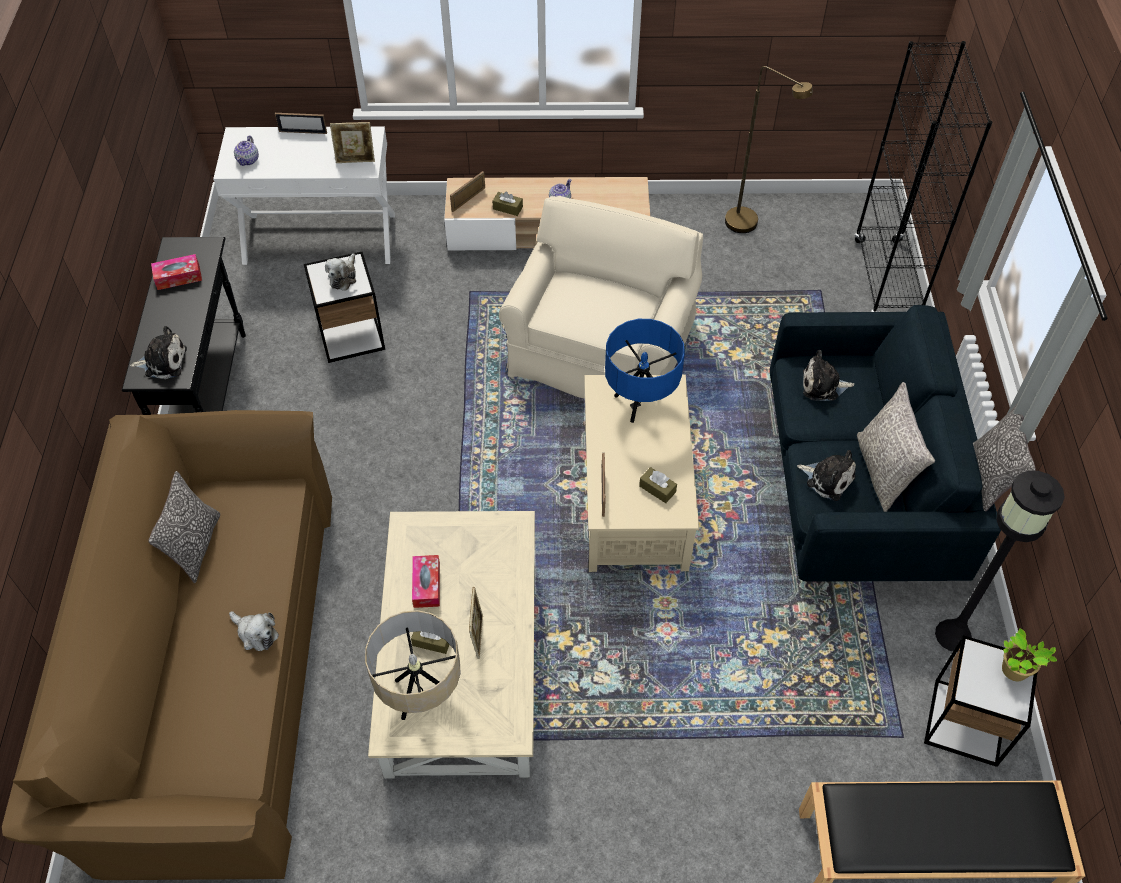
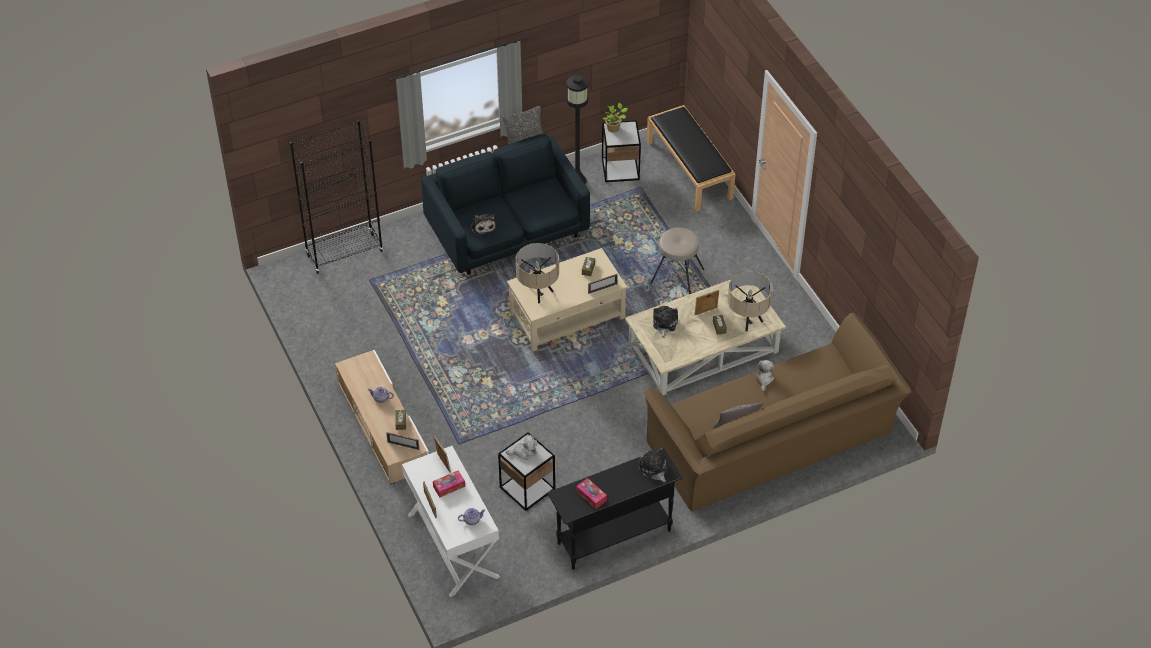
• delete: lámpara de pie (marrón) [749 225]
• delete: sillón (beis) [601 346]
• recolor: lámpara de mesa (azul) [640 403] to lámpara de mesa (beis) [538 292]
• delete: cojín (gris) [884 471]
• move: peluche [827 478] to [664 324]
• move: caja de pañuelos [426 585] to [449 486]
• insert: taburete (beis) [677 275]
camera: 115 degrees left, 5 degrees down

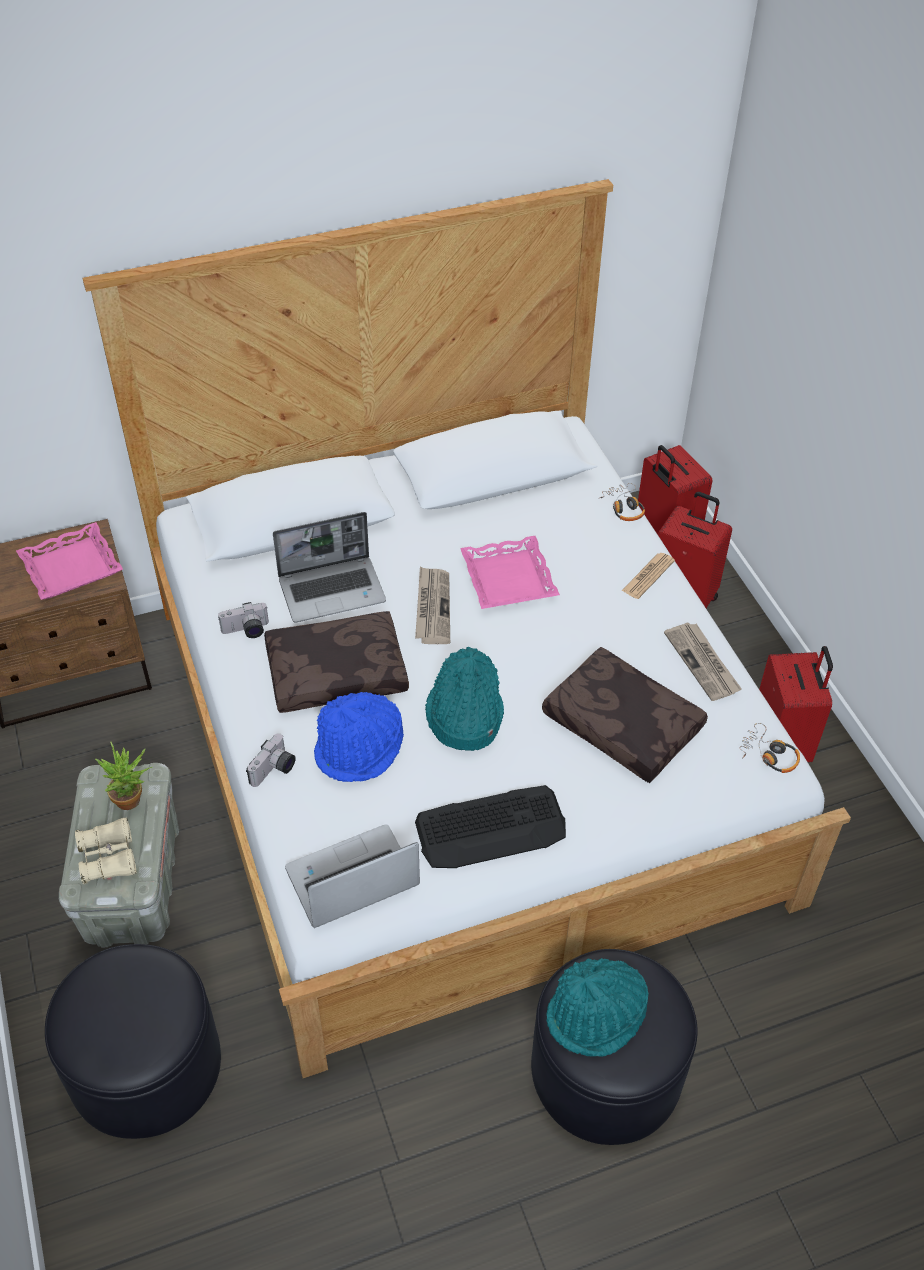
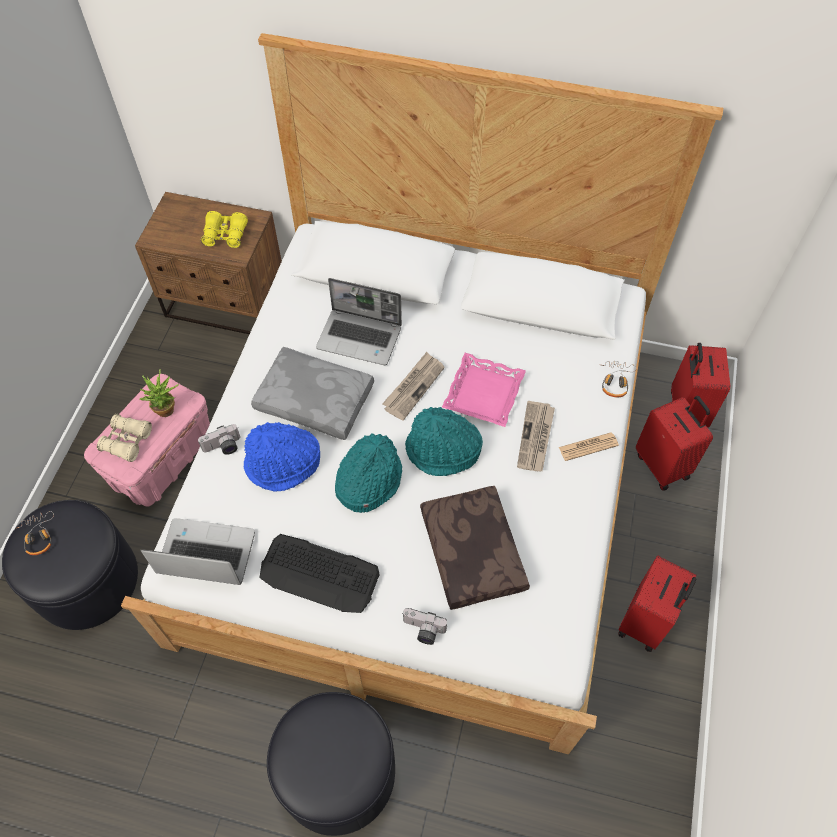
• replace: bandeja (rosa) [71 567] to prismáticos (amarillo) [225 235]
• move: cámara [246 631] to [423 631]
• recolor: cojín (marrón) [337 671] to cojín (gris) [316 399]
• move: periódico [703 663] to [535 438]
• move: auriculares [769 755] to [39 536]
• recolor: caja de almacenaje (gris) [132 881] to caja de almacenaje (rosa) [162 458]
• move: sombrero (turquesa) [596 1016] to [442 451]
camera: 35 degrees right, 10 degrees up

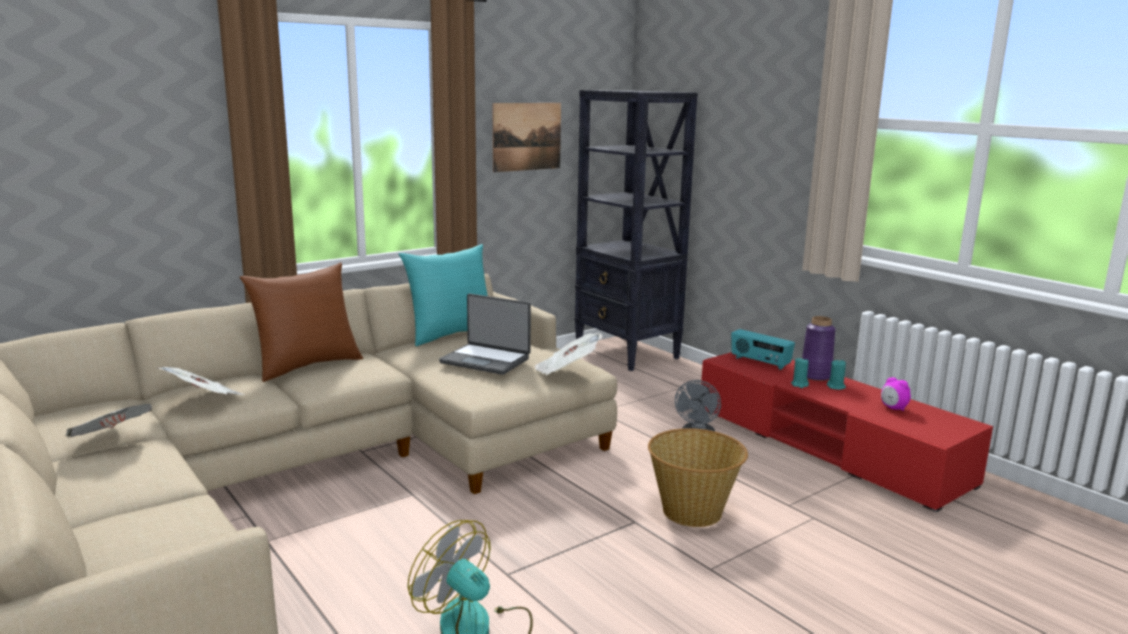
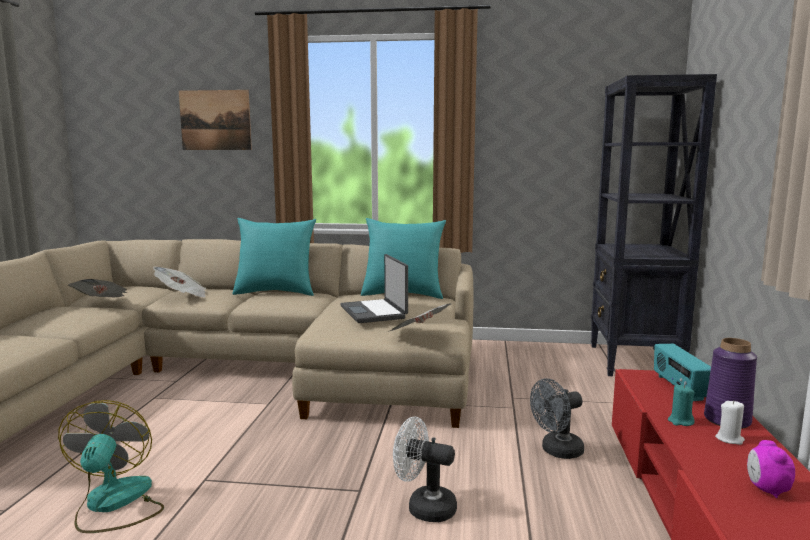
• move: cuadro [527 136] to [215 120]
• recolor: cojín (marrón) [307 366] to cojín (turquesa) [276 292]
• recolor: vela (turquesa) [836 387] to vela (blanco) [729 439]
• replace: cesta [693 511] to ventilador (blanco) [424 507]
camera: 45 degrees right, 5 degrees down

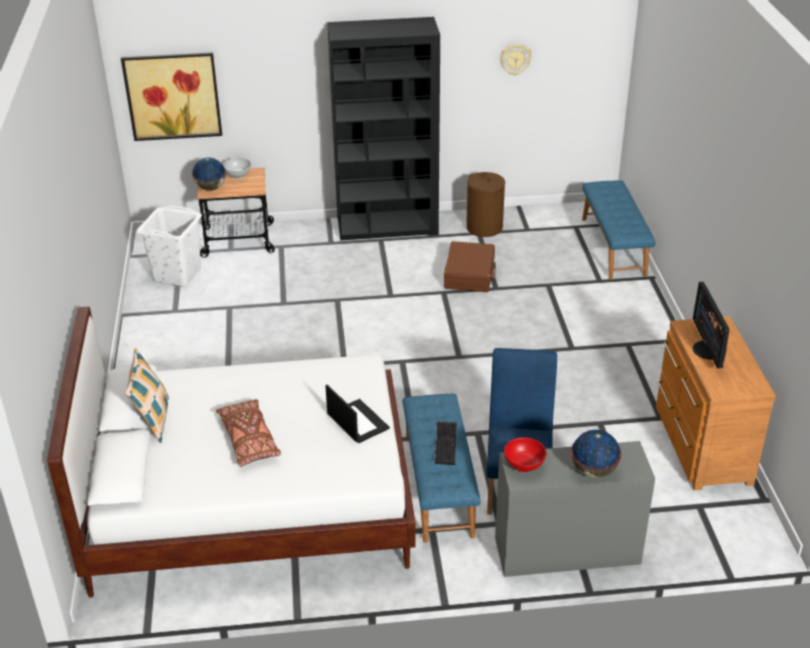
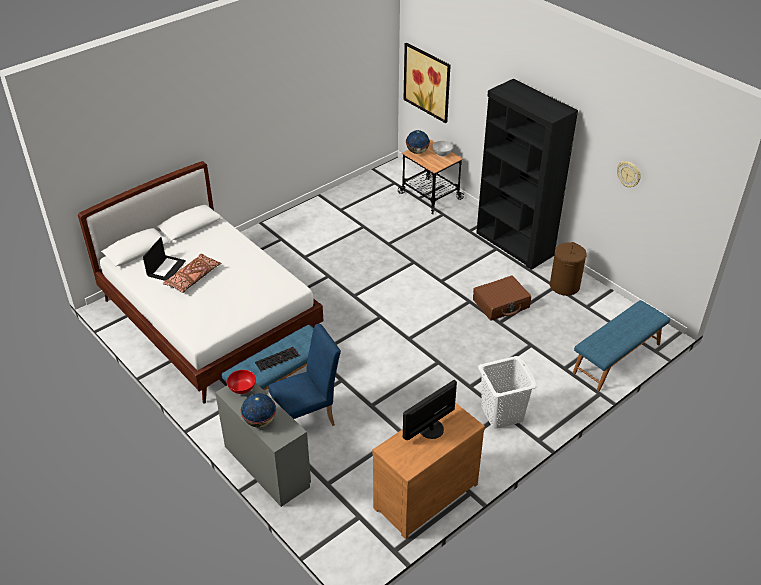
• move: cesto de la ropa (blanco) [177 274] to [502 414]
• delete: cojín [153 420]
• move: portátil [357 421] to [166 268]
camera: 55 degrees right, 5 degrees up

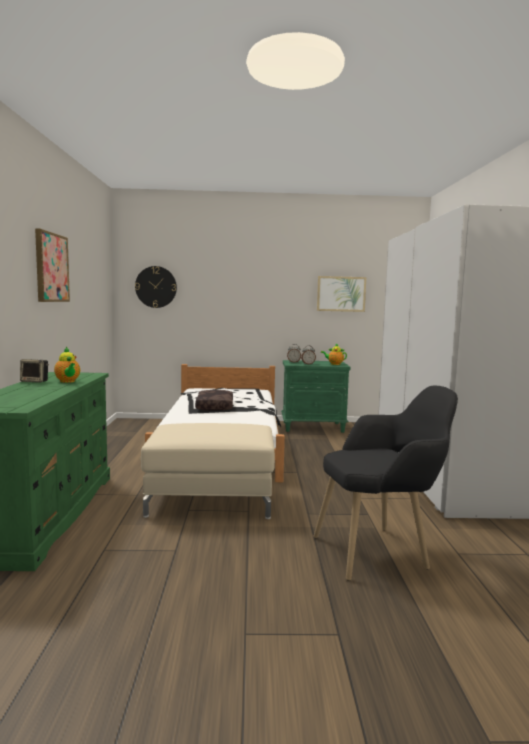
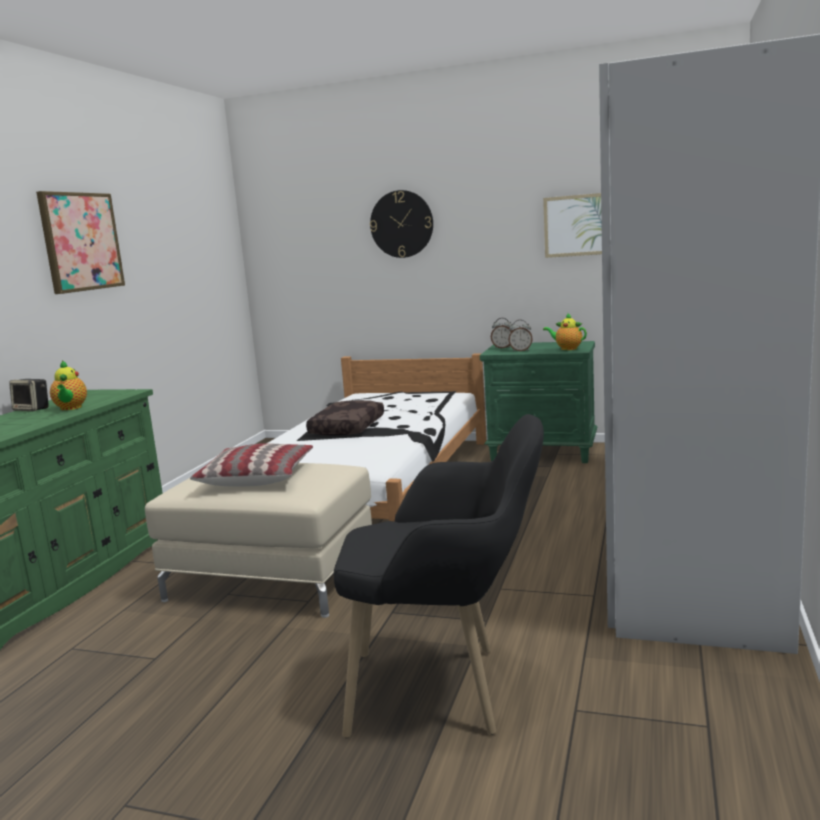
• move: reloj de pared [156 287] to [401 224]
• insert: cojín [257 477]
camera: 20 degrees right, 5 degrees up

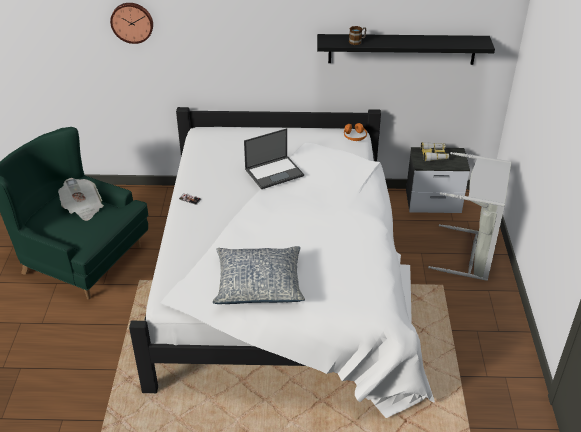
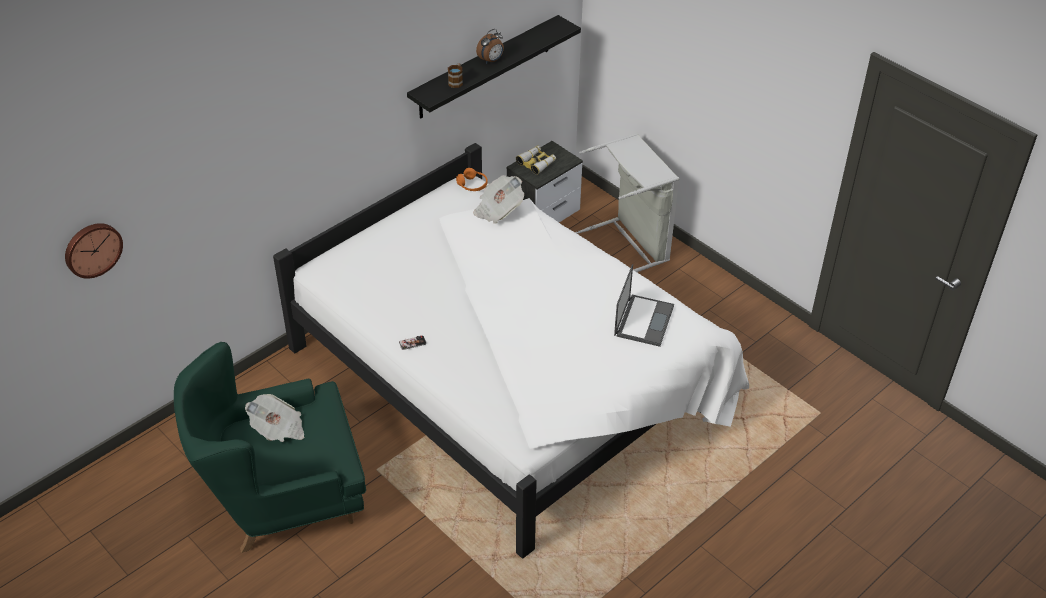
• move: reloj de pared [132 22] to [92 249]
• move: portátil [274 172] to [644 320]
• delete: cojín [259 284]
• insert: despertador [491 60]
• insert: periódico [498 209]
camera: 45 degrees left, 5 degrees up

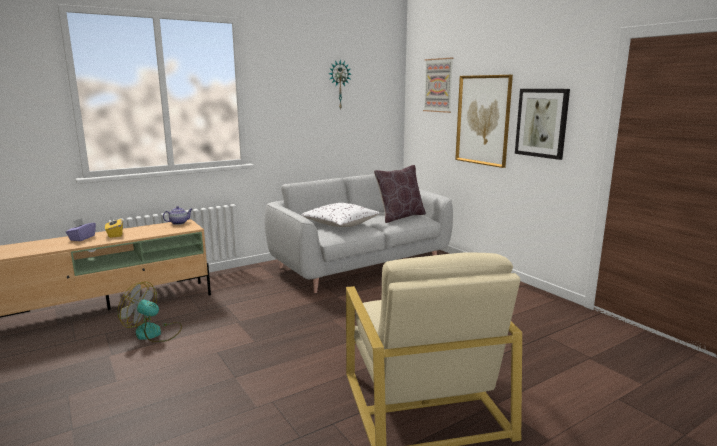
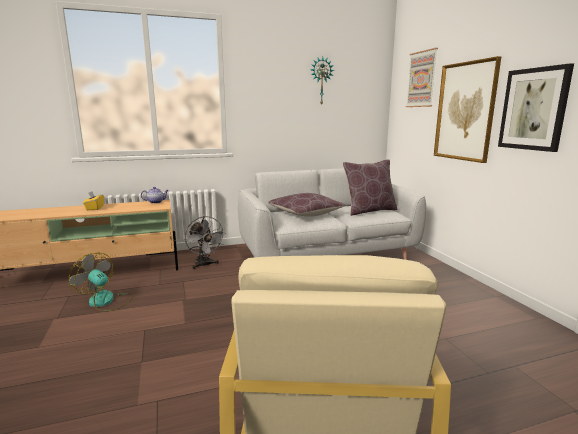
• recolor: cojín (blanco) [340 224] to cojín (marrón) [306 213]
• delete: caja de pañuelos (morado) [82 238]
• insert: ventilador (gris) [205 265]
camera: 15 degrees right, 0 degrees up

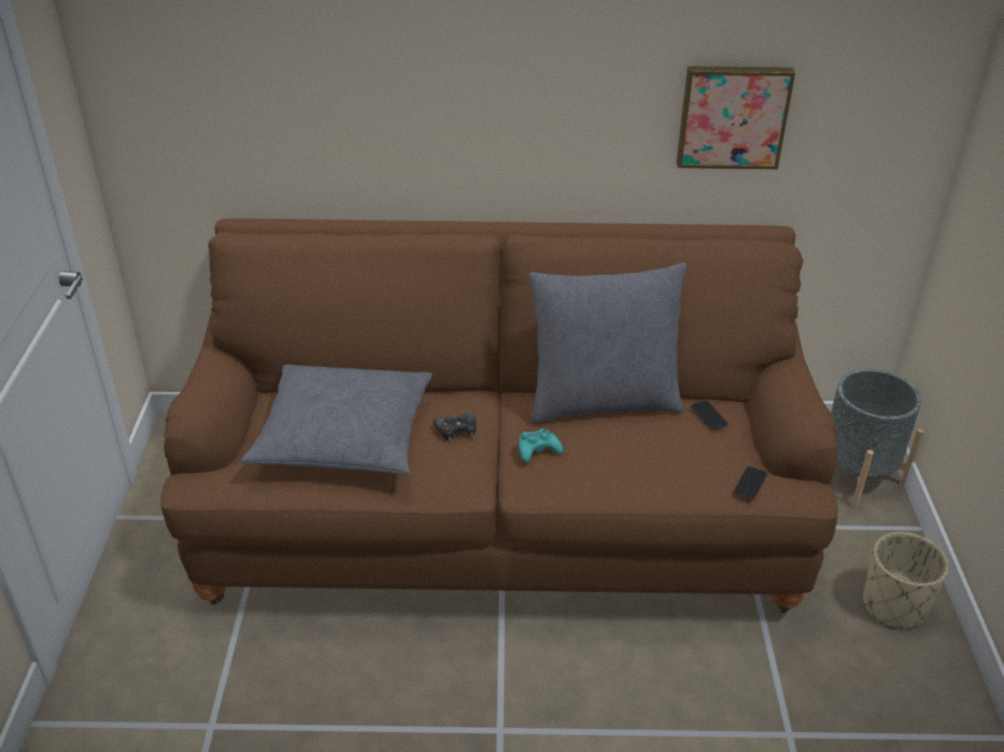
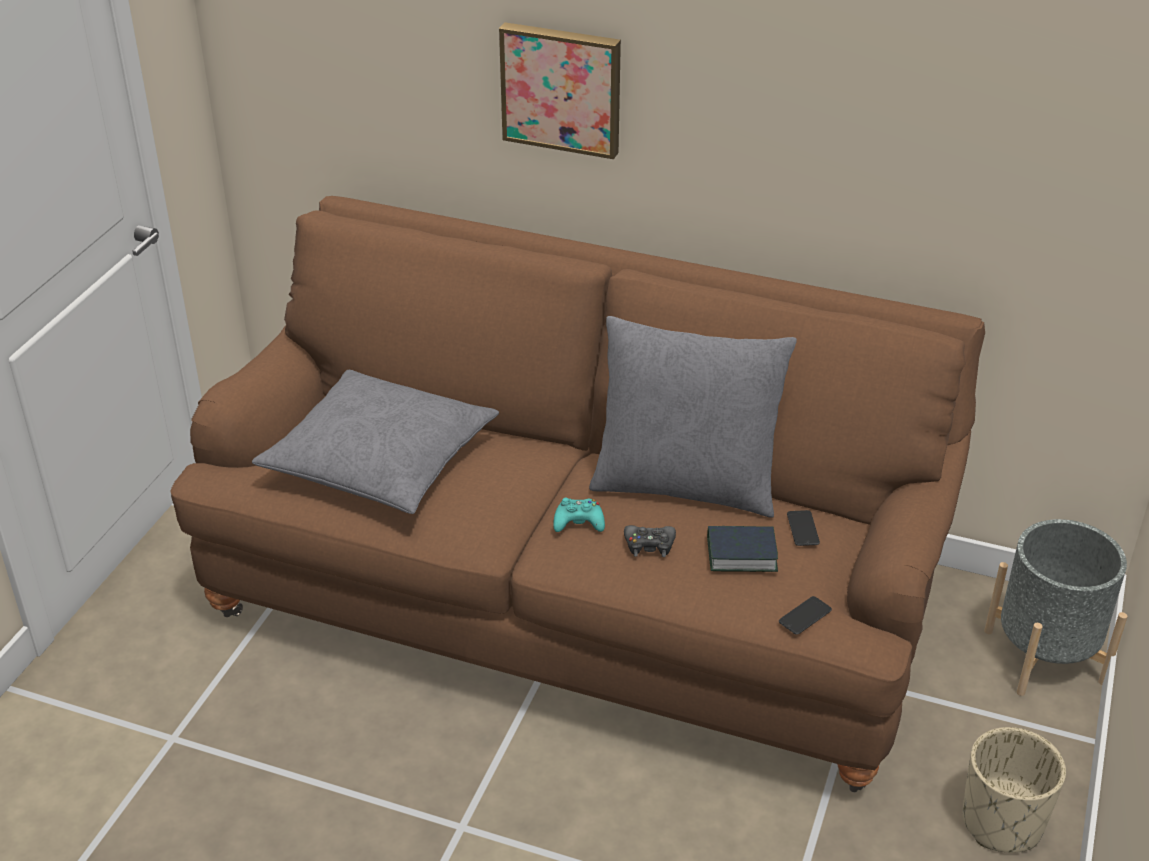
• move: cuadro [732 116] to [562 88]
• move: mando de consola (negro) [456 430] to [649 545]
• insert: libro [741 554]
camera: 20 degrees right, 0 degrees up

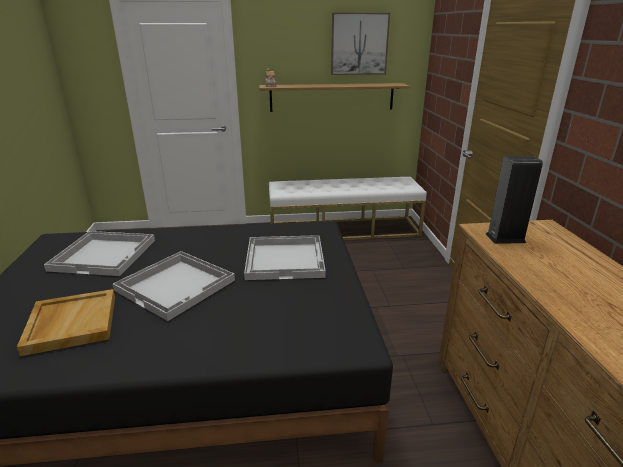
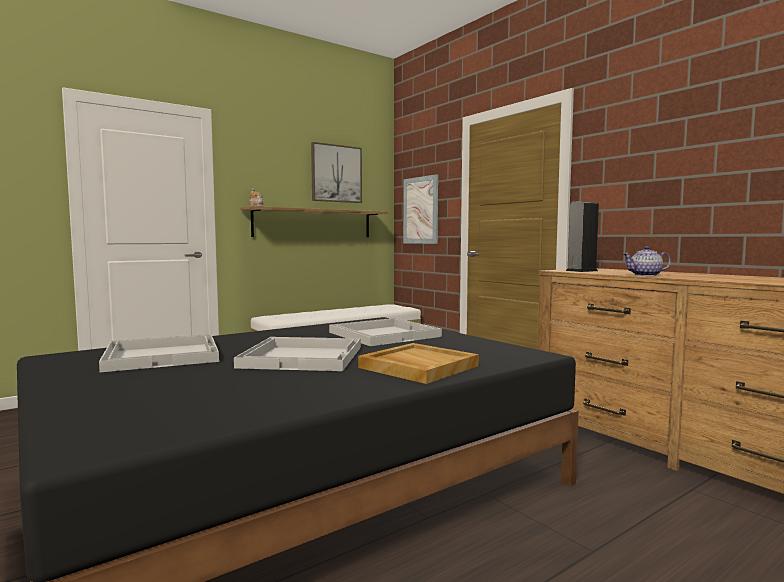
• move: bandeja (beis) [71 323] to [417 367]
• insert: cuadro [420 210]
• insert: tetera [646 275]
camera: 30 degrees left, 20 degrees down

